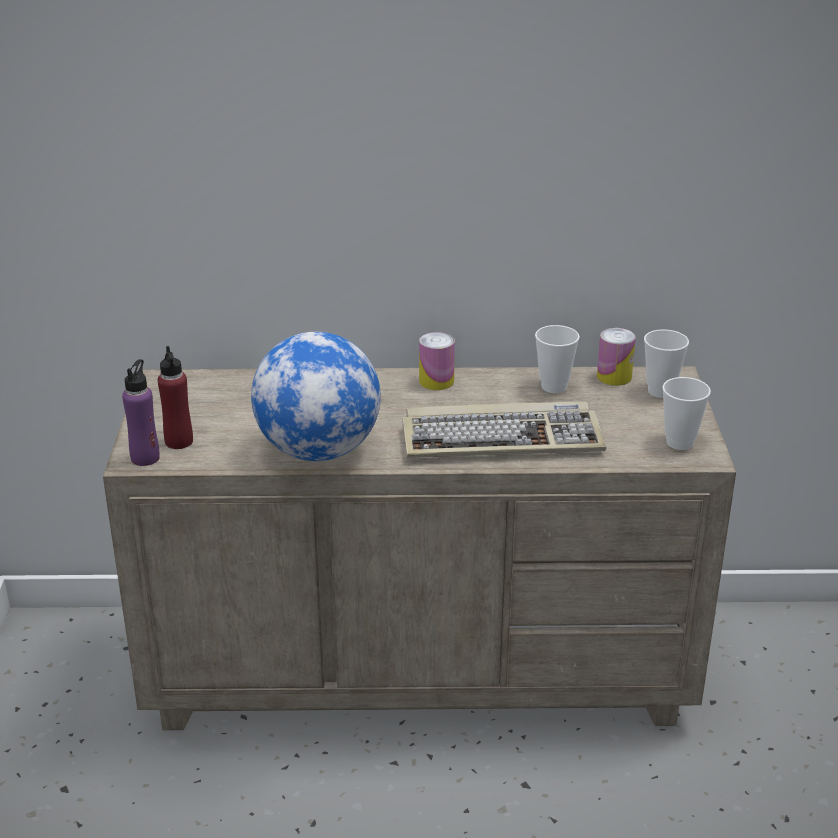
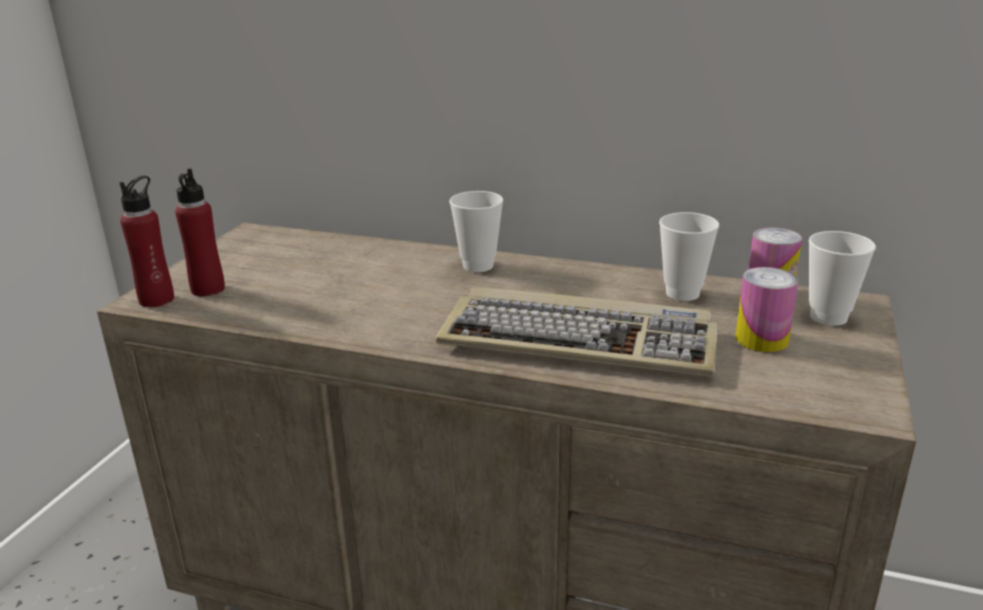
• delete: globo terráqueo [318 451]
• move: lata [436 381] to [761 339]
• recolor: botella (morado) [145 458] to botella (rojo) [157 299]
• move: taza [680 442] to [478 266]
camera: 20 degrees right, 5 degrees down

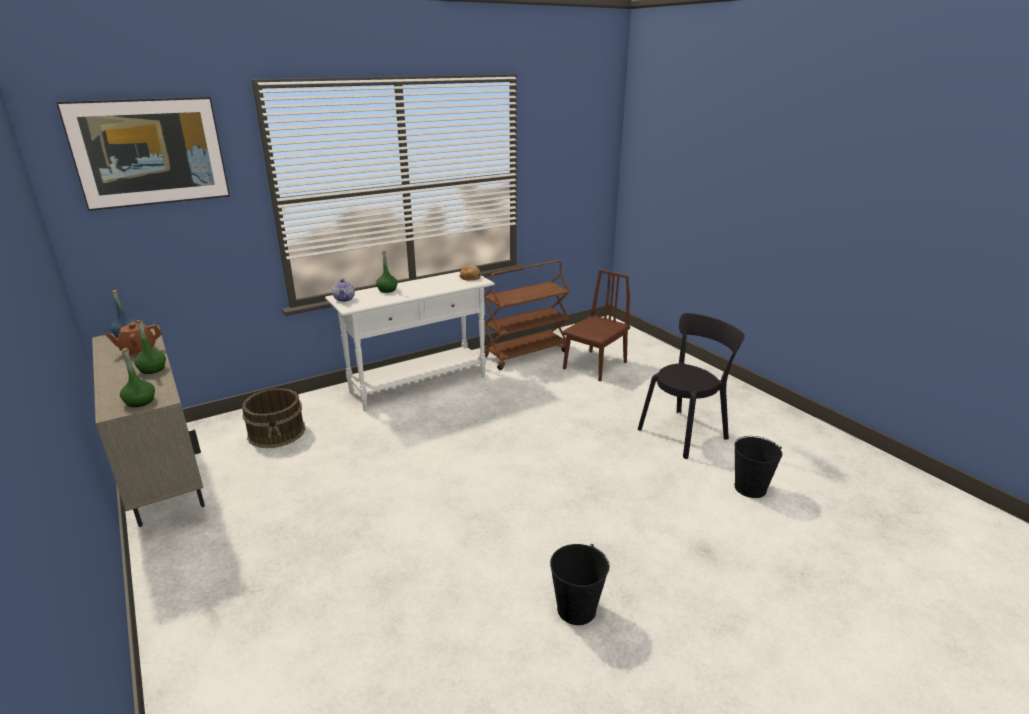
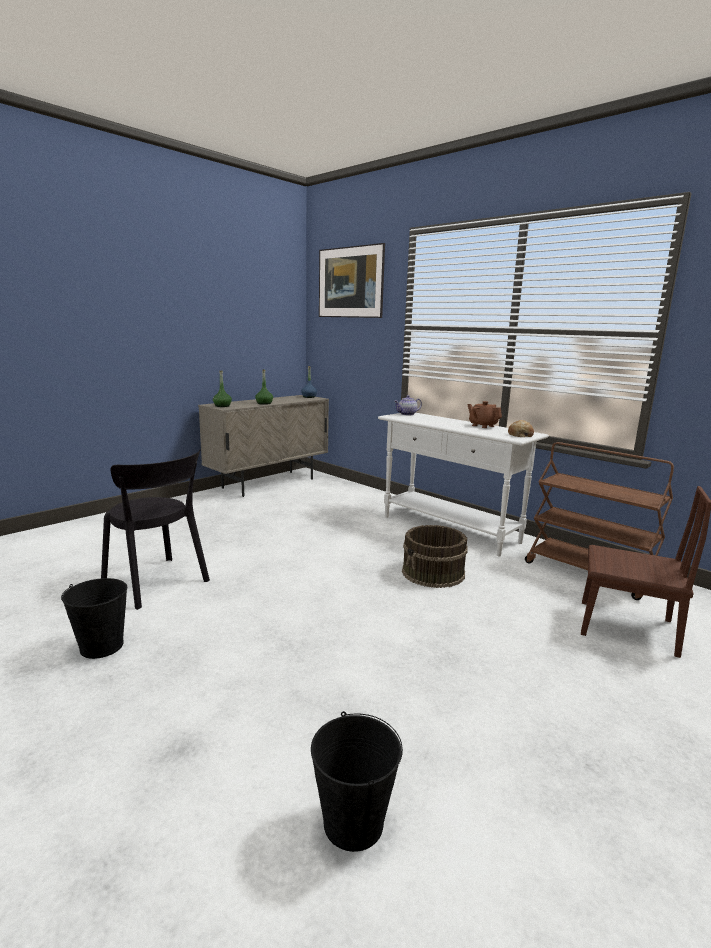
• delete: botella (verde) [387 290]
• move: silla (negro) [685 432] to [158 583]
• move: tetera (marrón) [138 350] to [482 426]
• move: cubo (marrón) [277 432] to [433 573]
camera: 75 degrees right, 10 degrees down

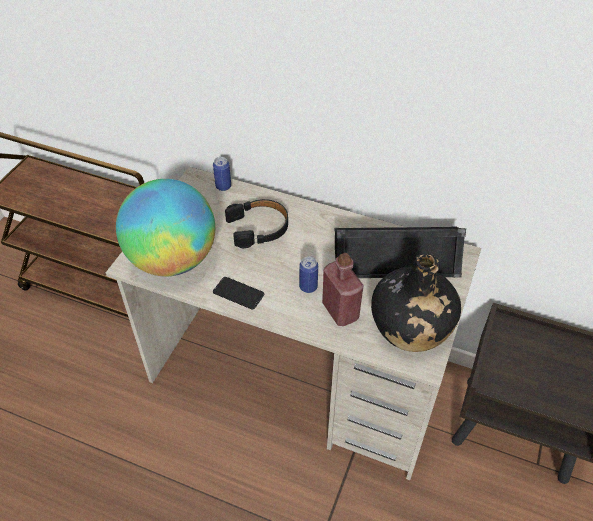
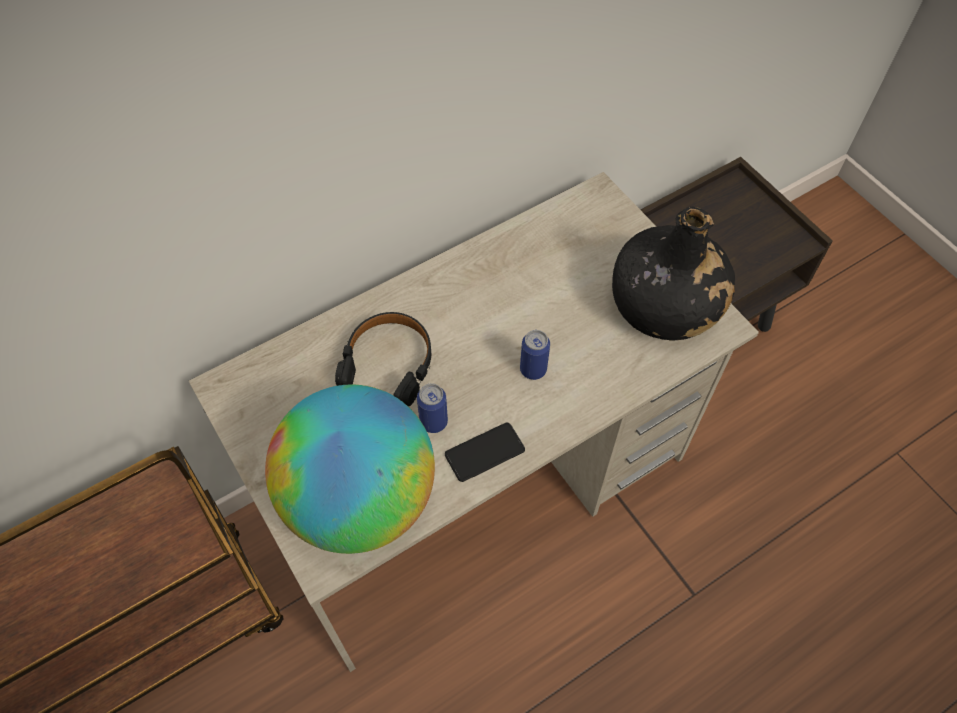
• move: lata [223 186] to [433 422]
• delete: altavoz (negro) [395 257]
• delete: botella (rojo) [340 311]
camera: 55 degrees left, 10 degrees up

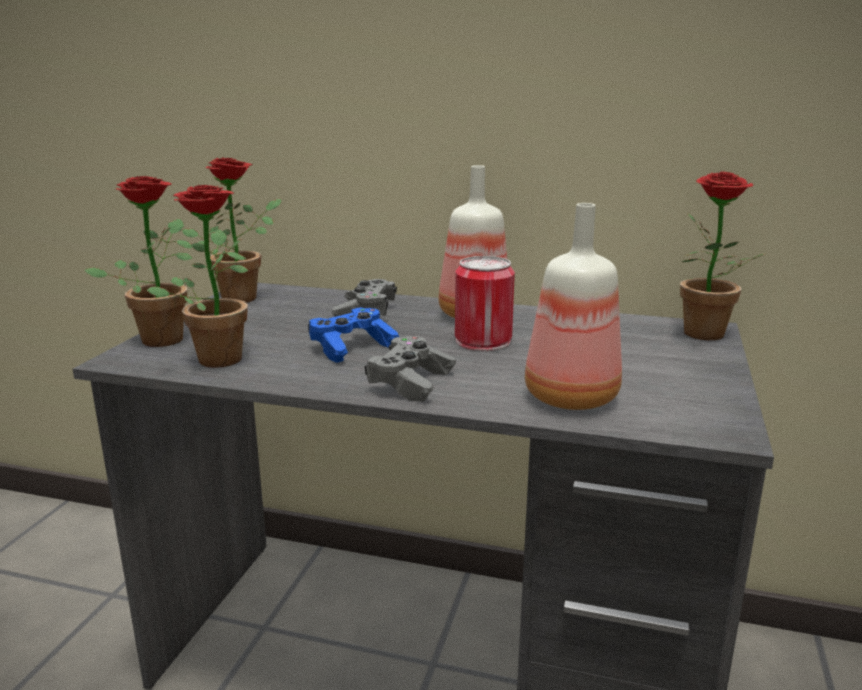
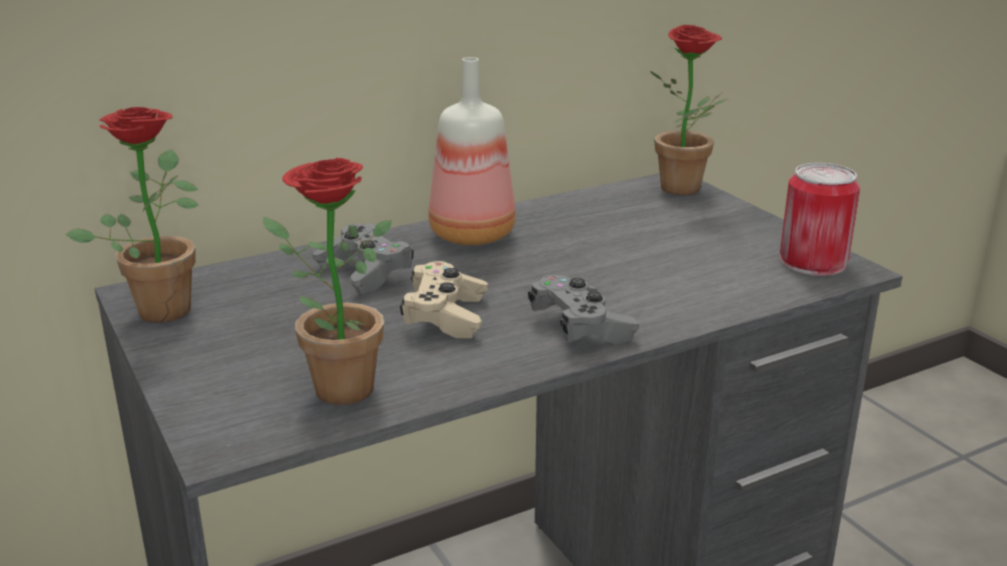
• delete: planta en maceta [163 336]
• delete: botella [567 397]
• move: lata [483 341] to [813 262]
• recolor: mando de consola (azul) [352 348] to mando de consola (beis) [445 316]
camera: 45 degrees left, 5 degrees up

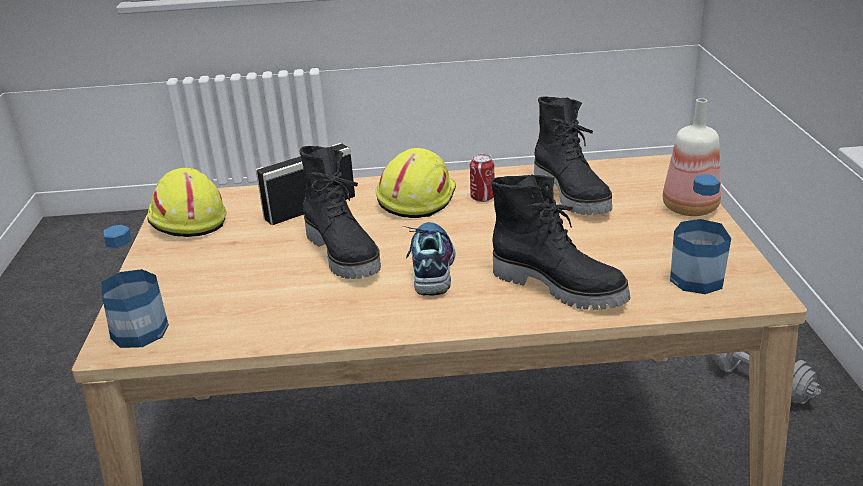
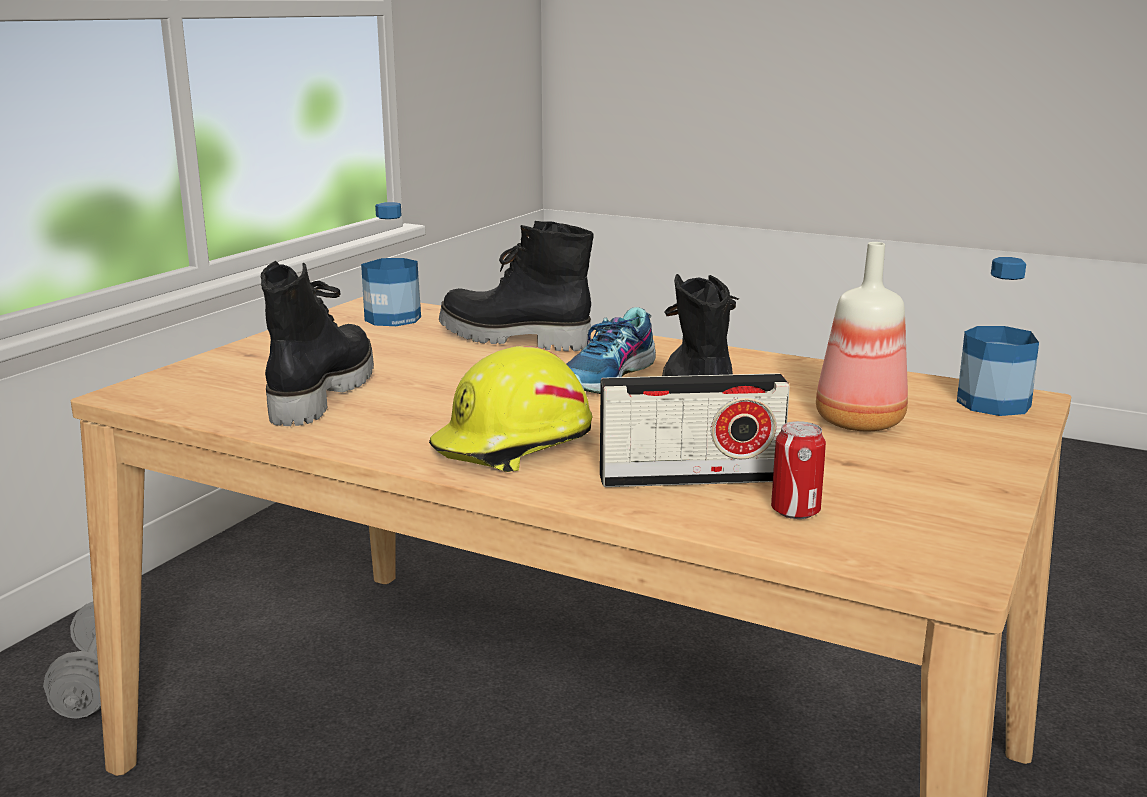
• move: botella [691 208] to [856 422]
• move: lata [482 198] to [795 511]
• delete: casco (amarillo) [186 220]
• rotate: bota (negro) [559 286] = [512 339] 45 degrees counterclockwise
camera: 150 degrees left, 10 degrees down

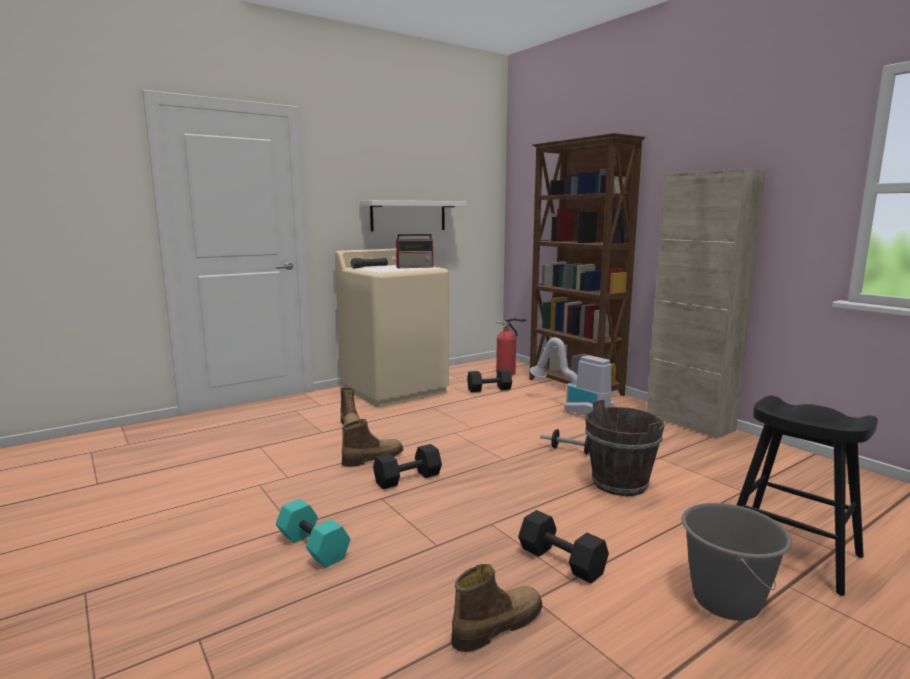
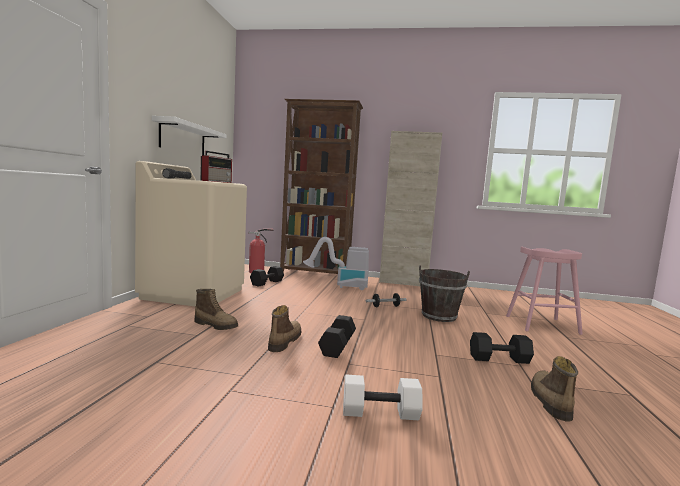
• recolor: taburete (negro) [792 553] to taburete (rosa) [542 325]
• recolor: mancuerna (turquesa) [311 547] to mancuerna (blanco) [379 413]
• delete: cubo (gris) [725 600]
camera: 45 degrees left, 5 degrees down

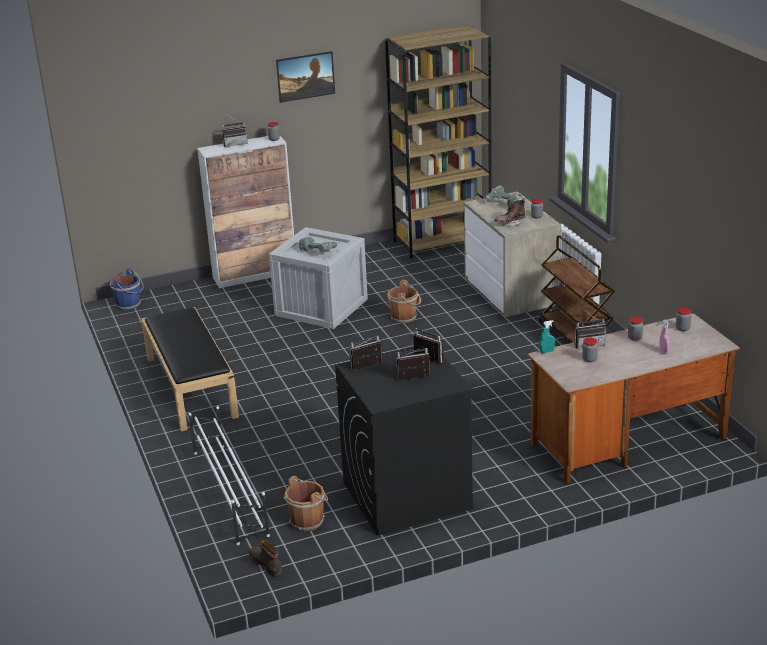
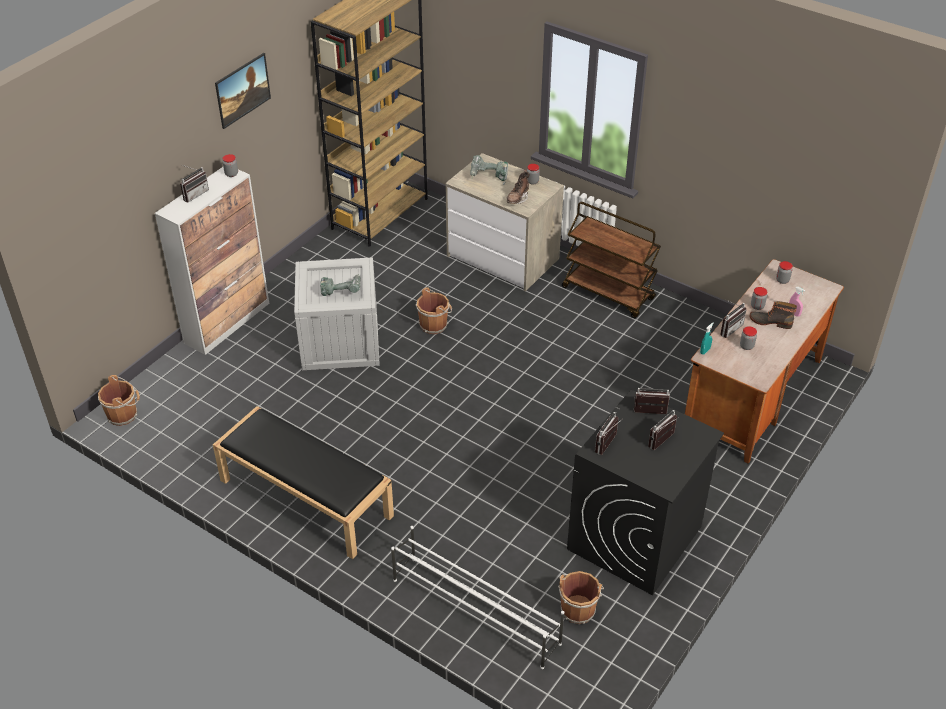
• recolor: cubo (azul) [129 304] to cubo (marrón) [124 414]
• move: bota [266 563] to [770 321]
camera: 35 degrees left, 15 degrees up

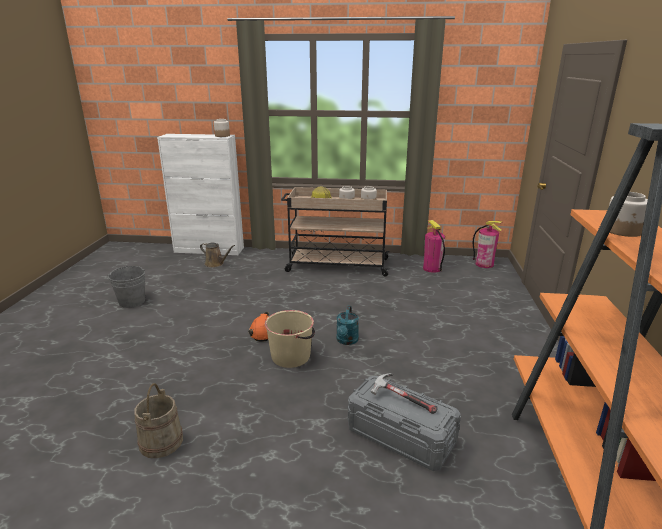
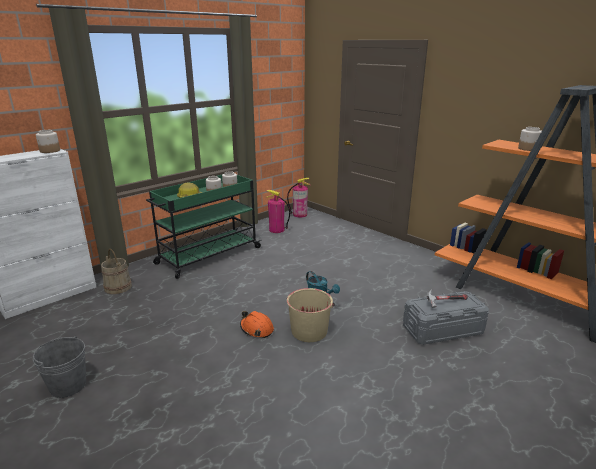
• recolor: carrito (beis) [336 265] to carrito (verde) [208 256]
• delete: regadera (marrón) [216 264]
• move: cubo (beis) [161 442] to [117 287]
camera: 50 degrees left, 0 degrees up

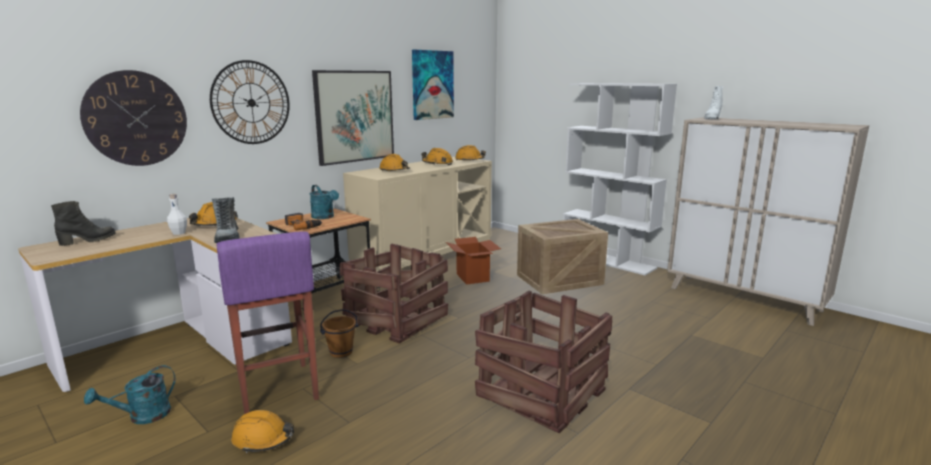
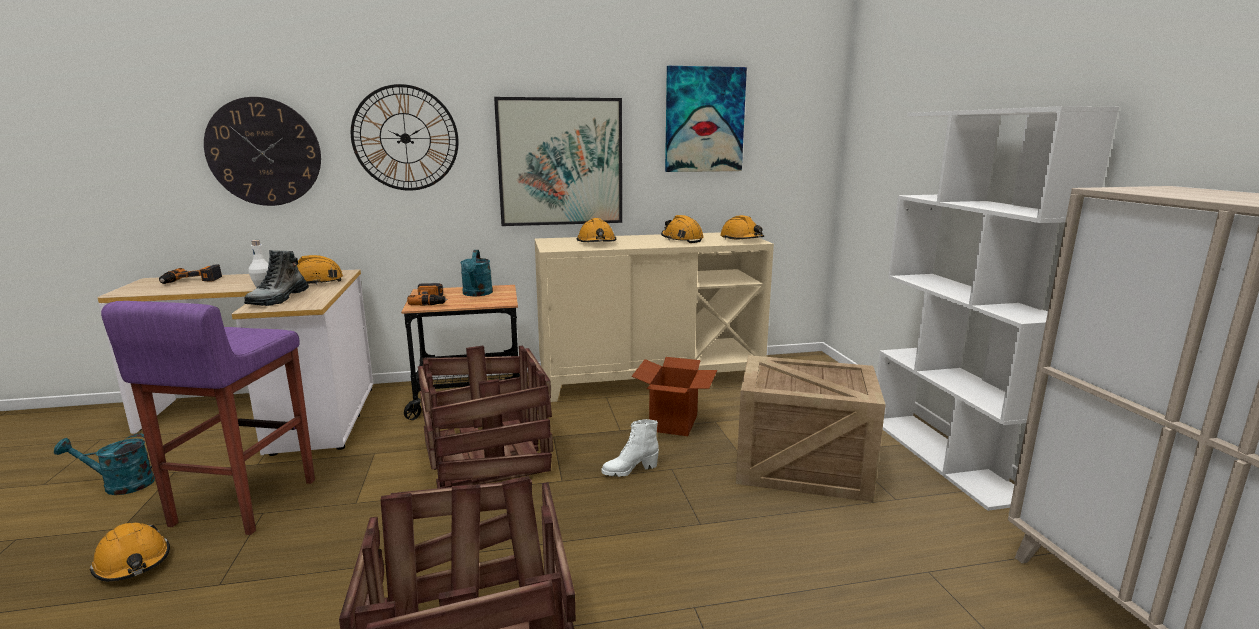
• move: bota (blanco) [712 119] to [629 470]
• replace: bota (negro) [88 241] to taladro [191 281]
• delete: cubo (marrón) [341 352]
camera: 35 degrees right, 0 degrees up

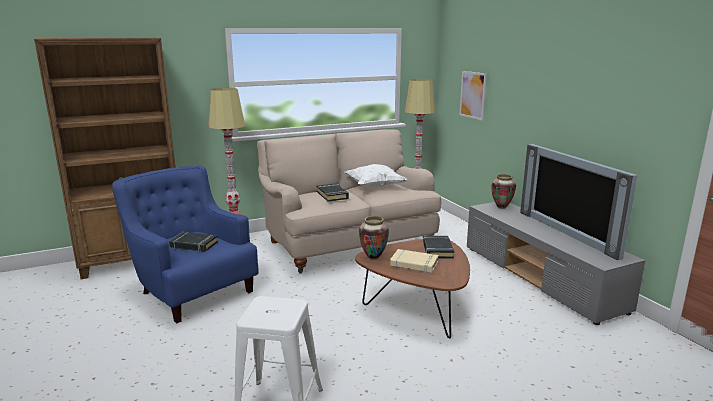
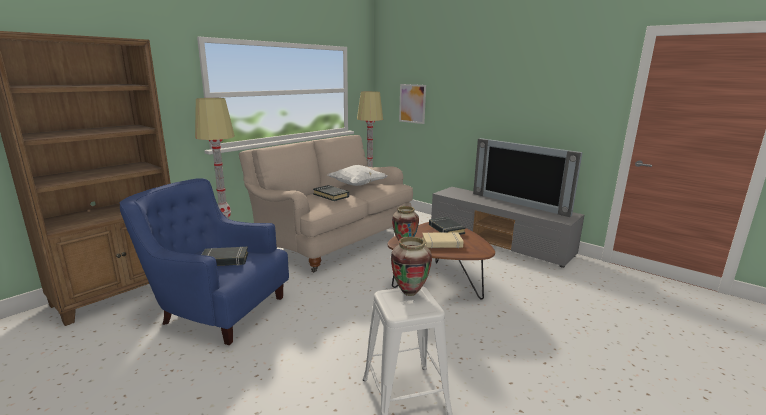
• move: florero [501 207] to [410 292]
camera: 25 degrees left, 0 degrees up

